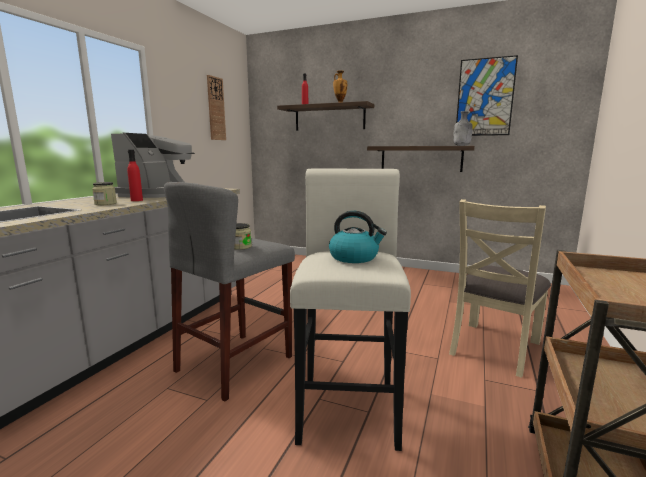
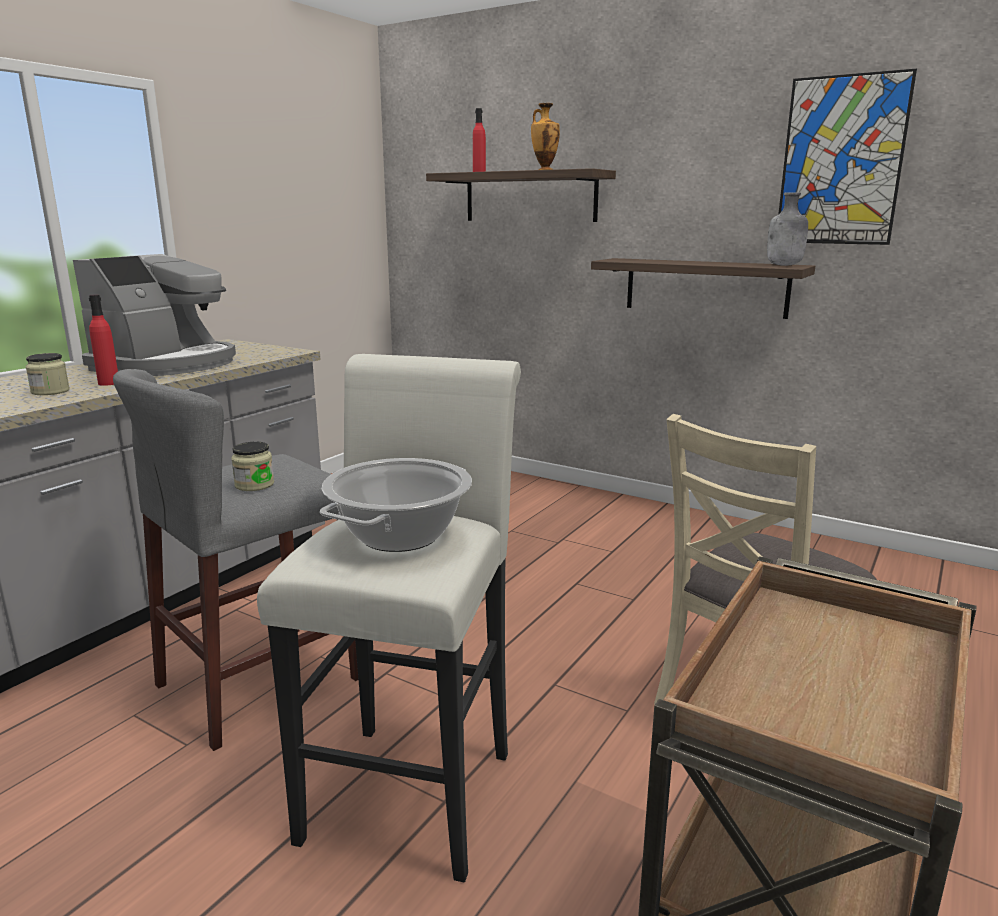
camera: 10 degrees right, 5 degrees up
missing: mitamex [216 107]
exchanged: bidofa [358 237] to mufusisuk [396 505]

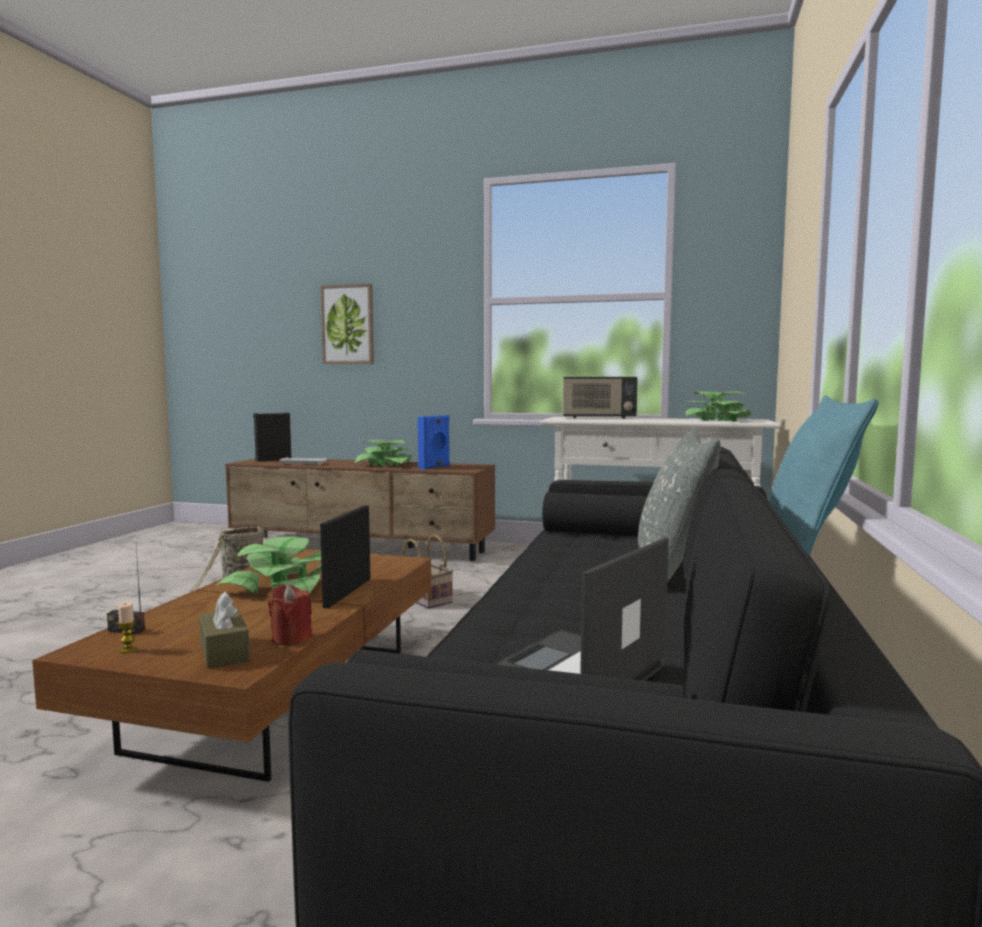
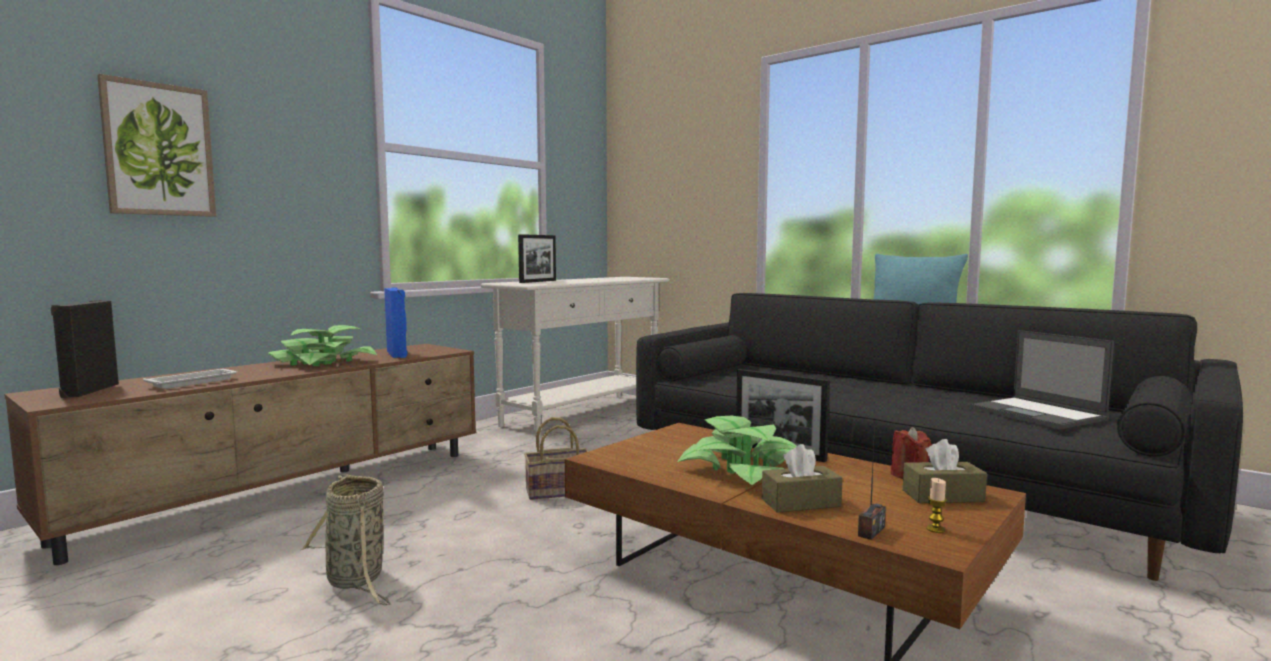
camera: 65 degrees left, 0 degrees up
missing: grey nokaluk [679 505]; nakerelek [719 406]
appeared: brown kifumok [802 478]
exchanged: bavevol [599 398] to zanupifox [537 258]

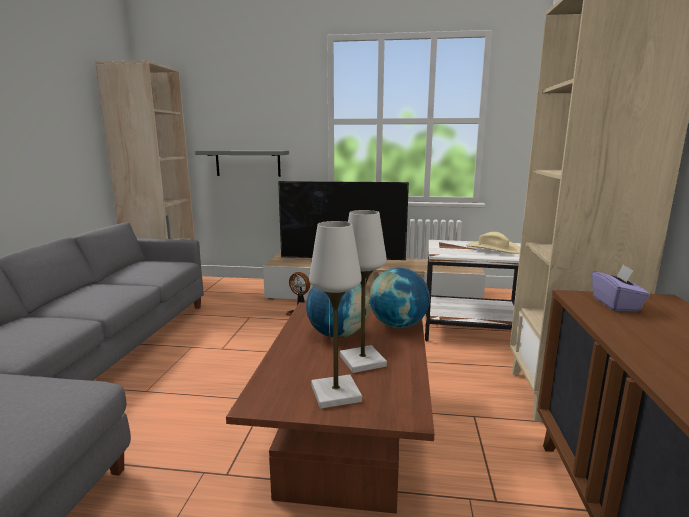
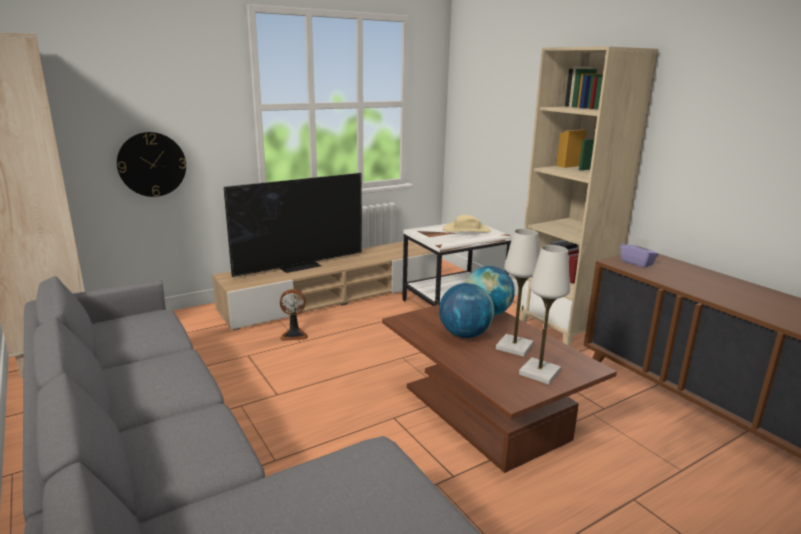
camera: 40 degrees left, 5 degrees up
exchanged: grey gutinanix [242 163] to mitamex [151 164]

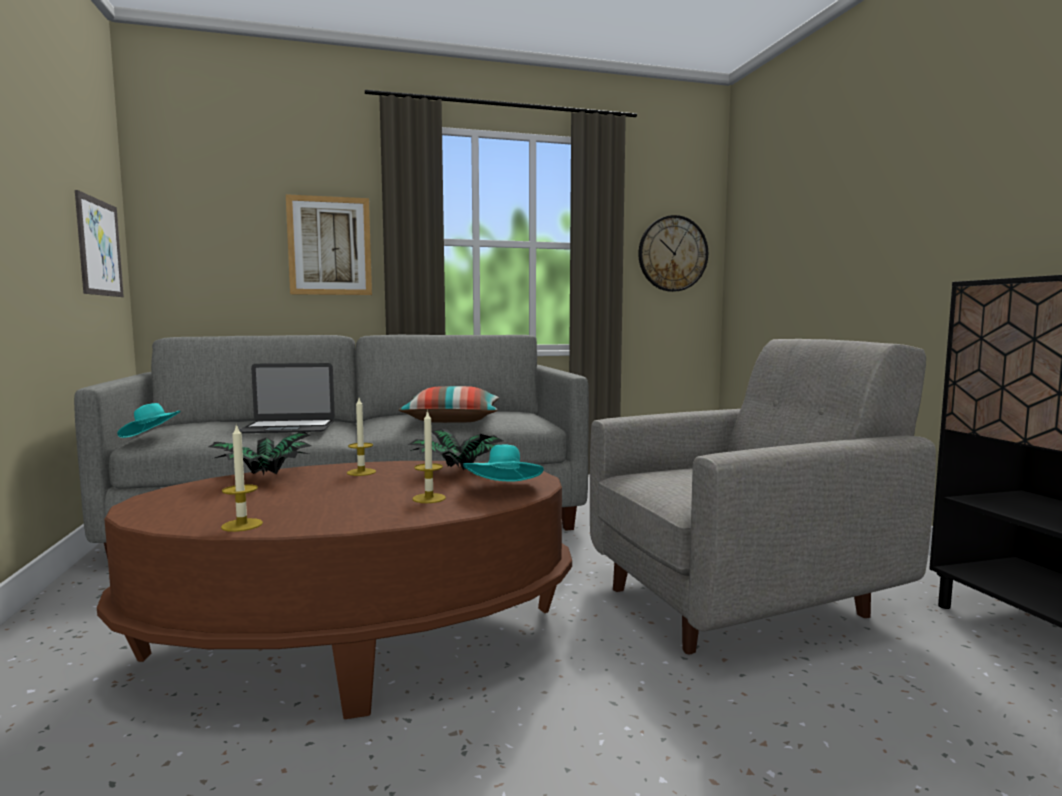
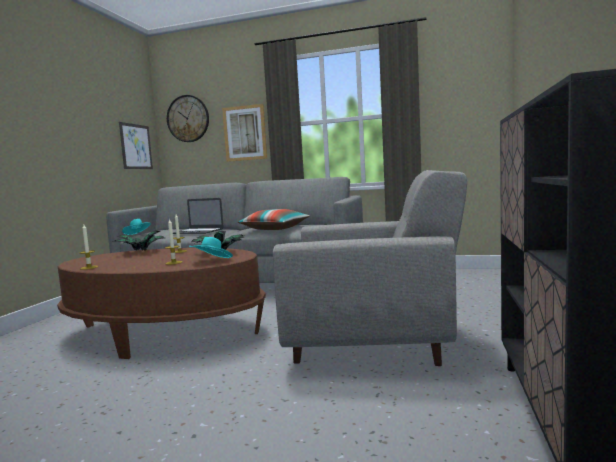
camera: 30 degrees right, 0 degrees up
relocated: mitamex [673 253] to [188 118]

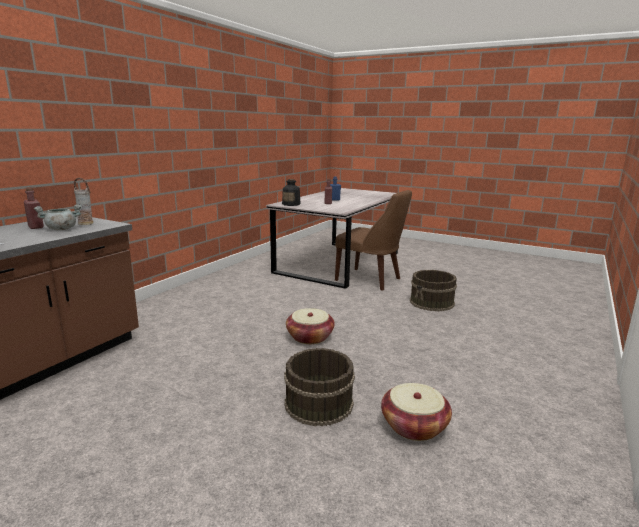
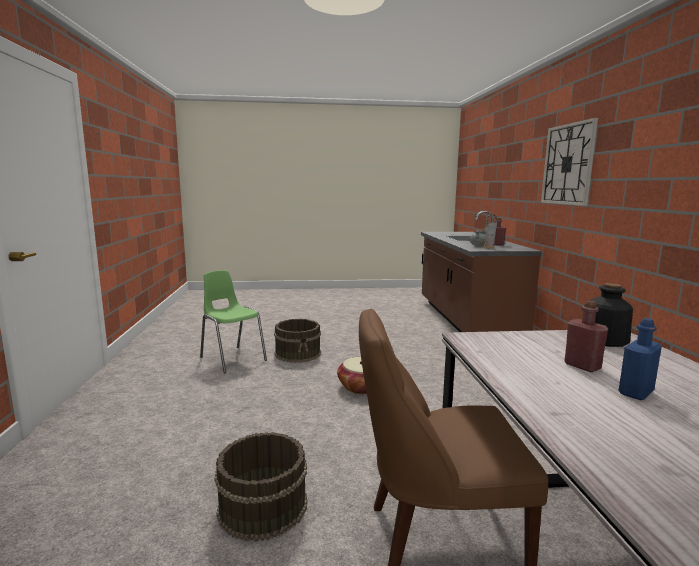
camera: 145 degrees right, 5 degrees down
appeared: mitamex [569 162]
exchanged: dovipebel [416 412] to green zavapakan [233 322]

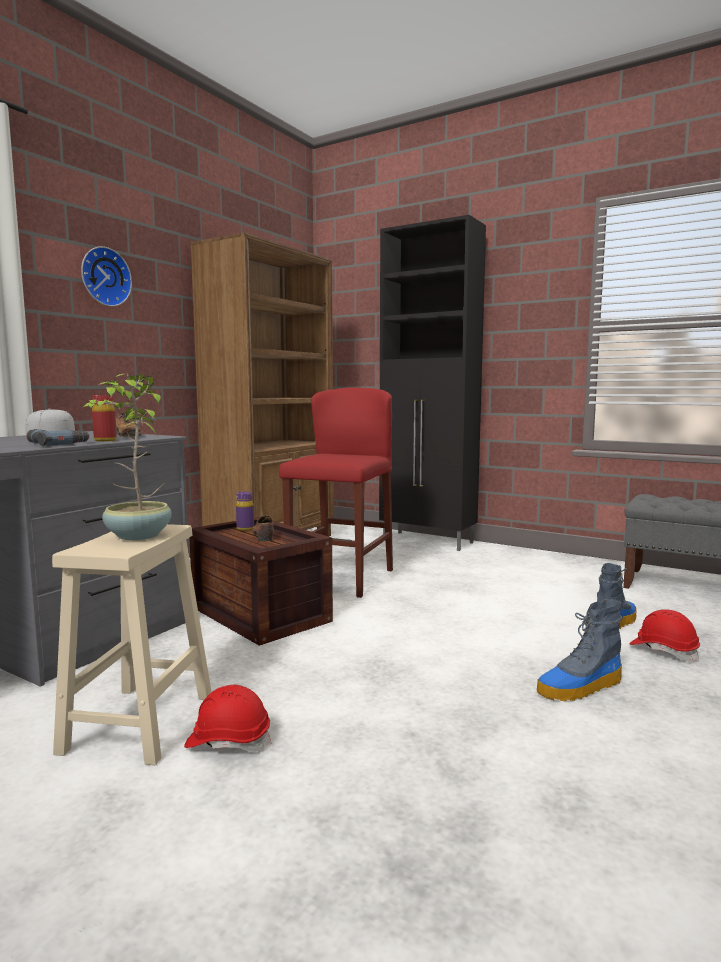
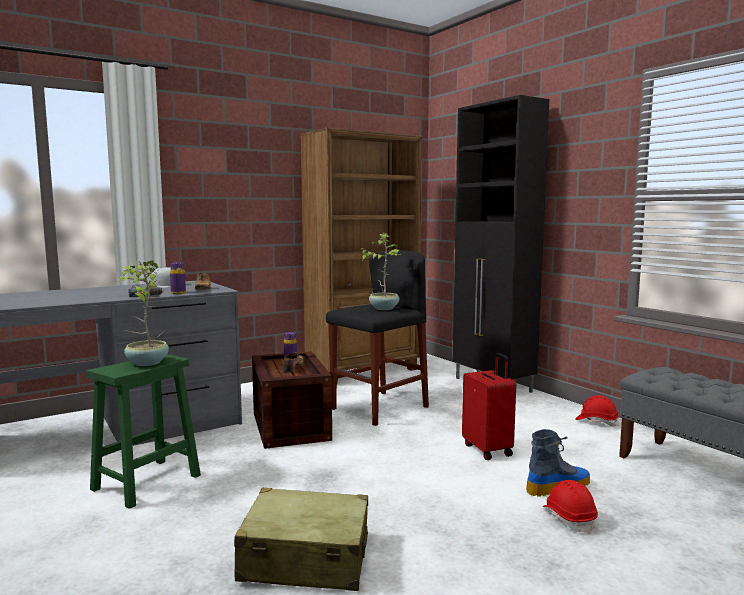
camera: 25 degrees right, 0 degrees up
missing: mitamex [106 276]; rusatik [579 650]
appeared: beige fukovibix [301 539]; nakerelek [379 271]; red fukovibix [489 406]
relocated: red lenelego [227 718] to [597 410]
colour: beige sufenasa [131 644] to green sufenasa [143 431]; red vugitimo [104 418] to purple vugitimo [178 278]; red sufenasa [336 492] to black sufenasa [377 338]

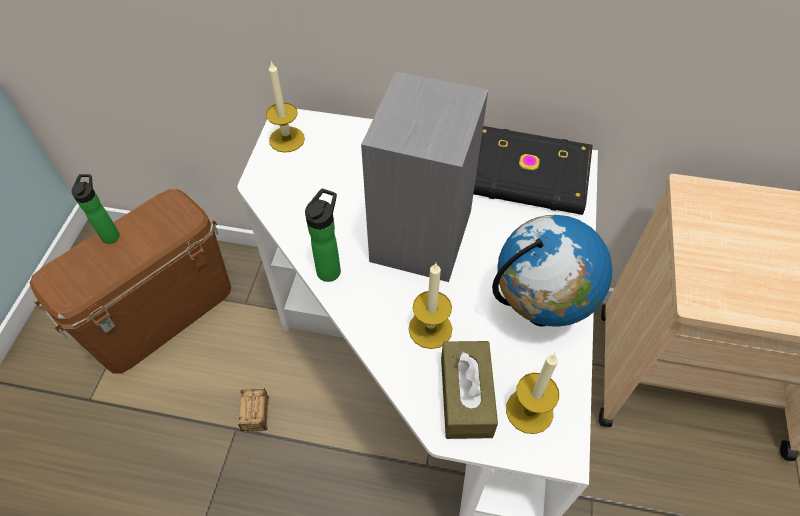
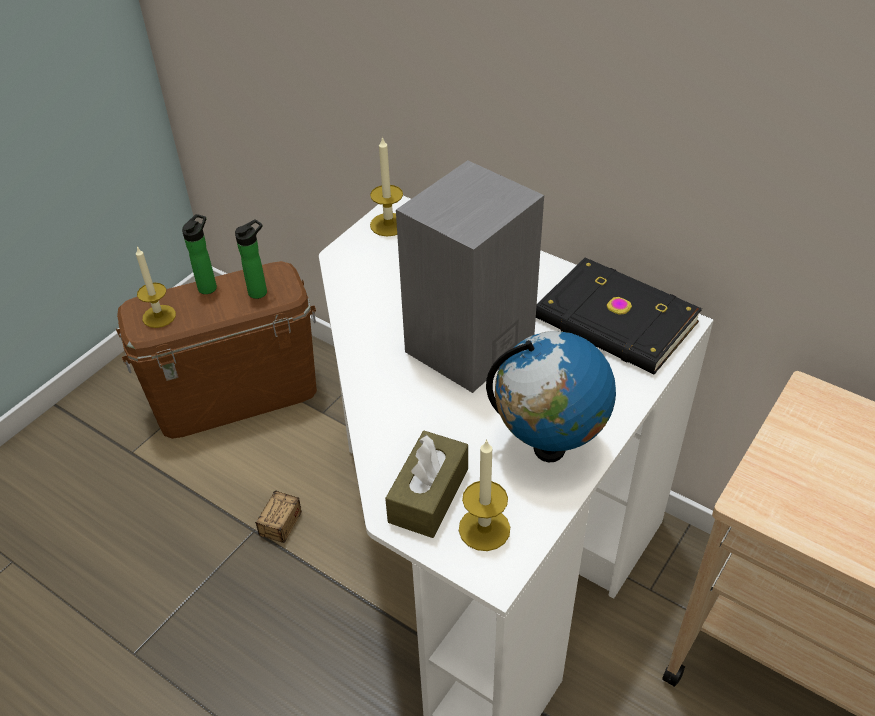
camera: 25 degrees right, 10 degrees down
relocated: vugitimo [323 235] to [251 259]; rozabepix [431 306] to [156 287]

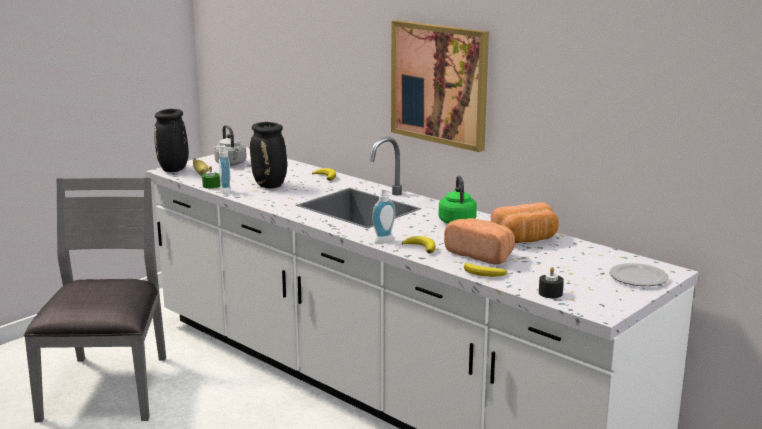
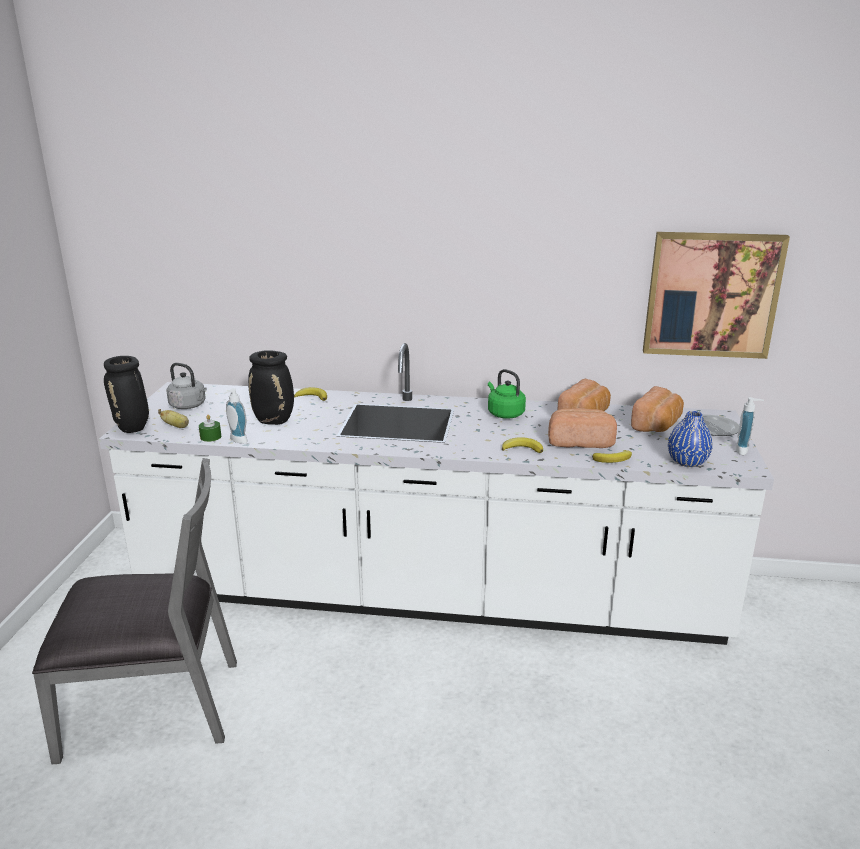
camera: 35 degrees left, 5 degrees up
appeared: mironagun [657 409]
relocated: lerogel [384 216] to [749 426]; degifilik [440 86] to [716 295]
exchanged: black rozabepix [551 282] to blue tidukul [690 439]
spun: grey zavapakan [95 299] = [134 611] 120 degrees clockwise

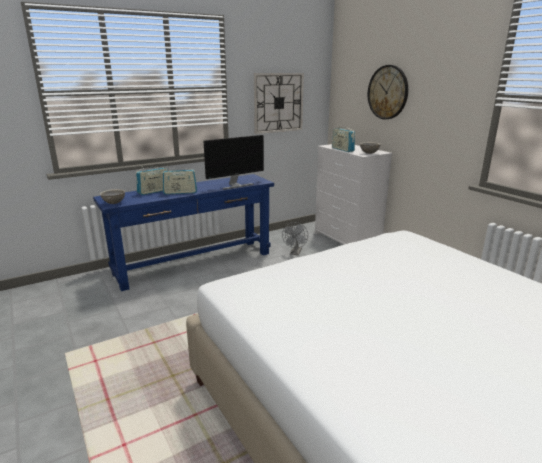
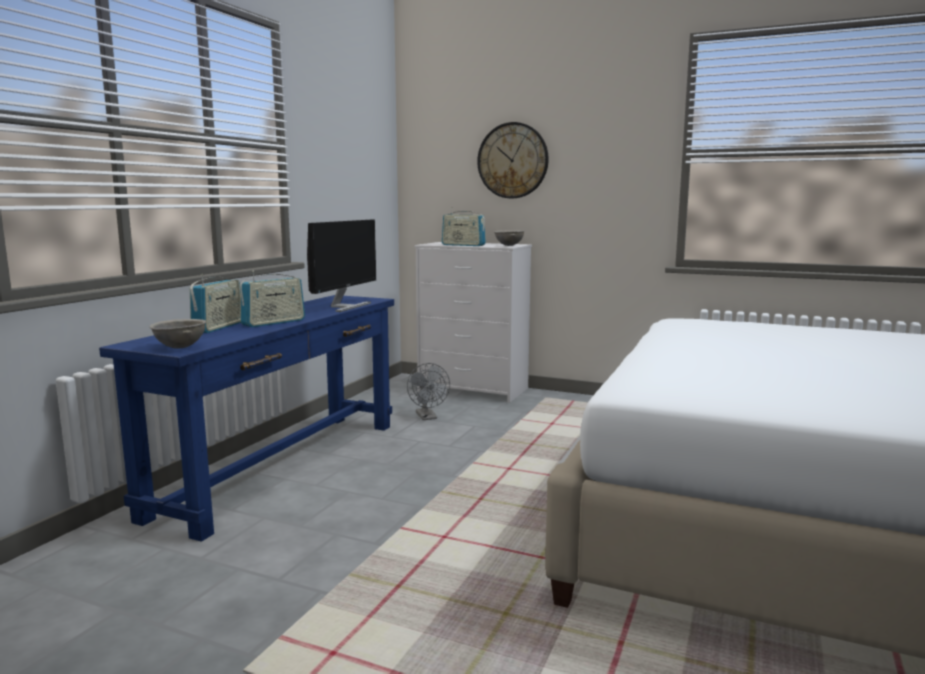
camera: 35 degrees left, 10 degrees down
missing: mitamex [279 103]

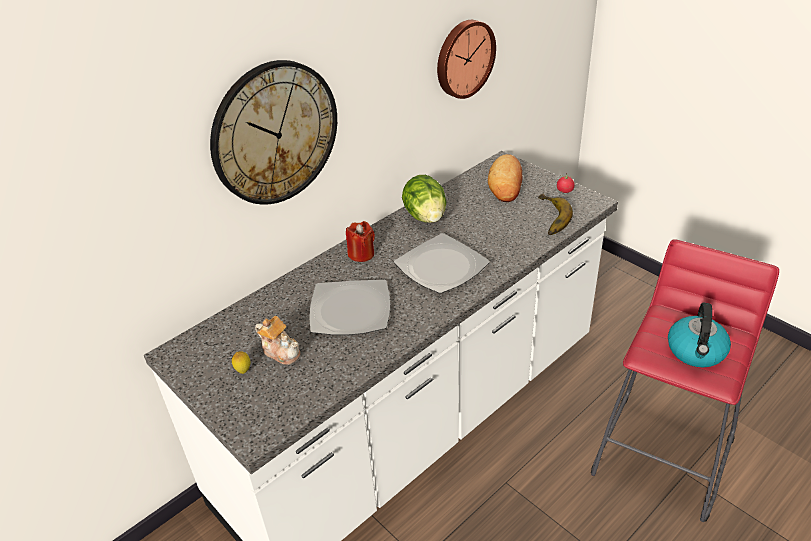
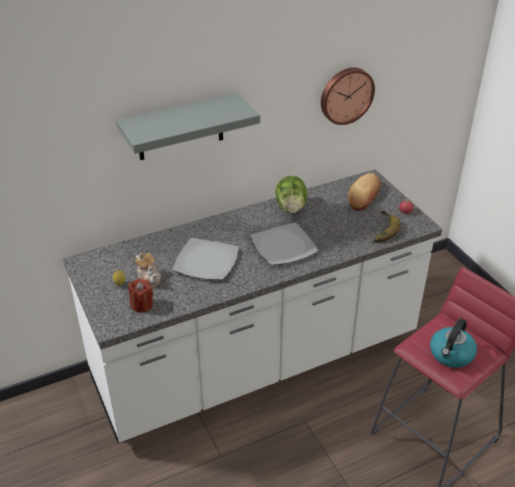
camera: 15 degrees right, 0 degrees up
relocated: red rozabepix [360 241] to [140 295]
exchanged: mitamex [273 132] to grey gutinanix [188 126]

